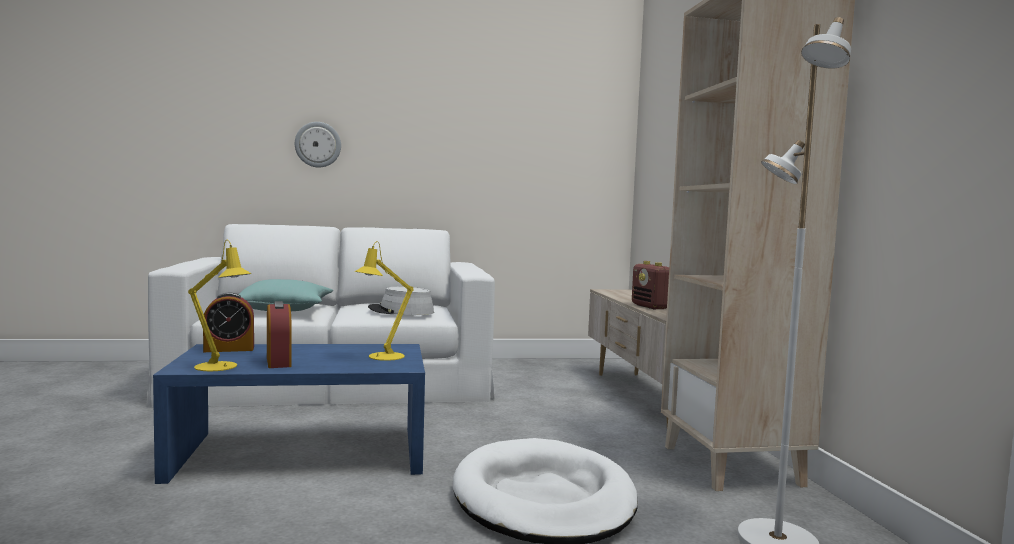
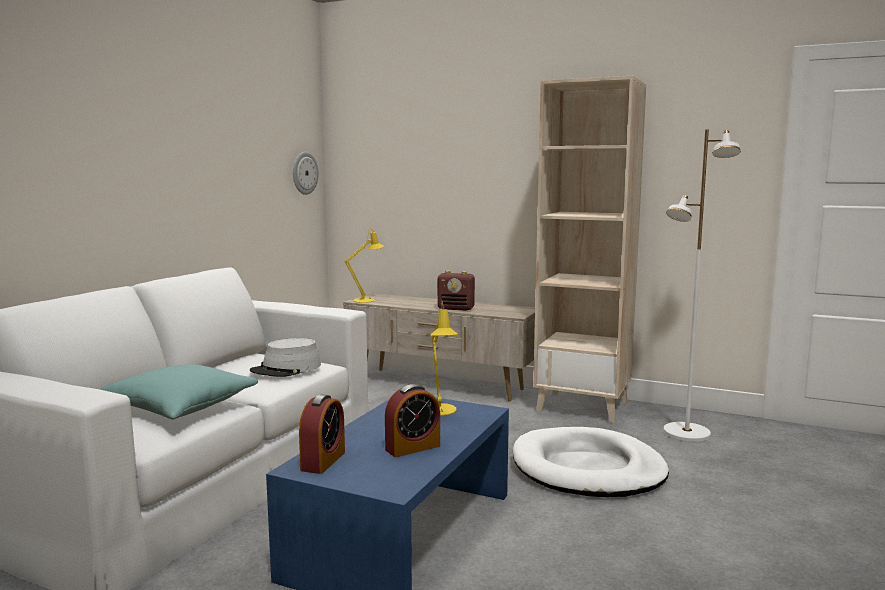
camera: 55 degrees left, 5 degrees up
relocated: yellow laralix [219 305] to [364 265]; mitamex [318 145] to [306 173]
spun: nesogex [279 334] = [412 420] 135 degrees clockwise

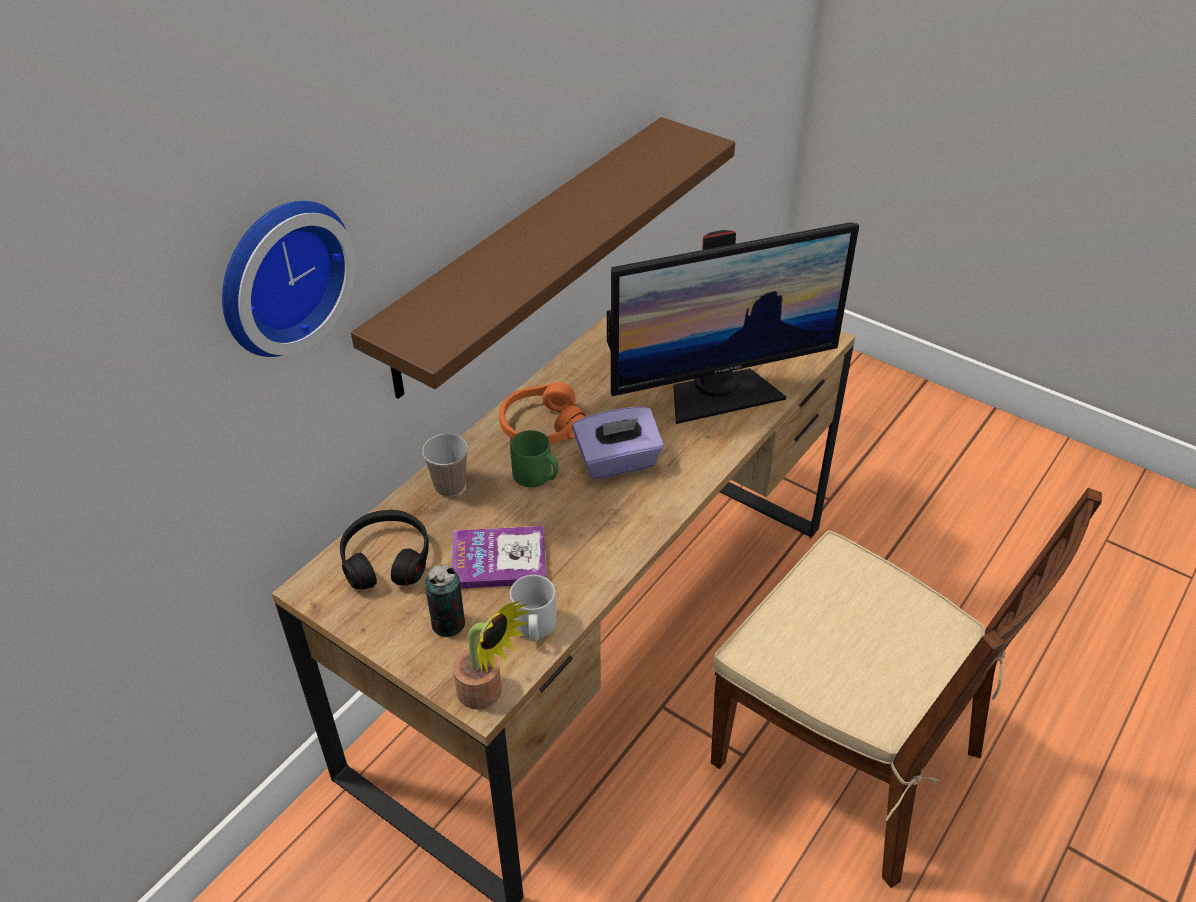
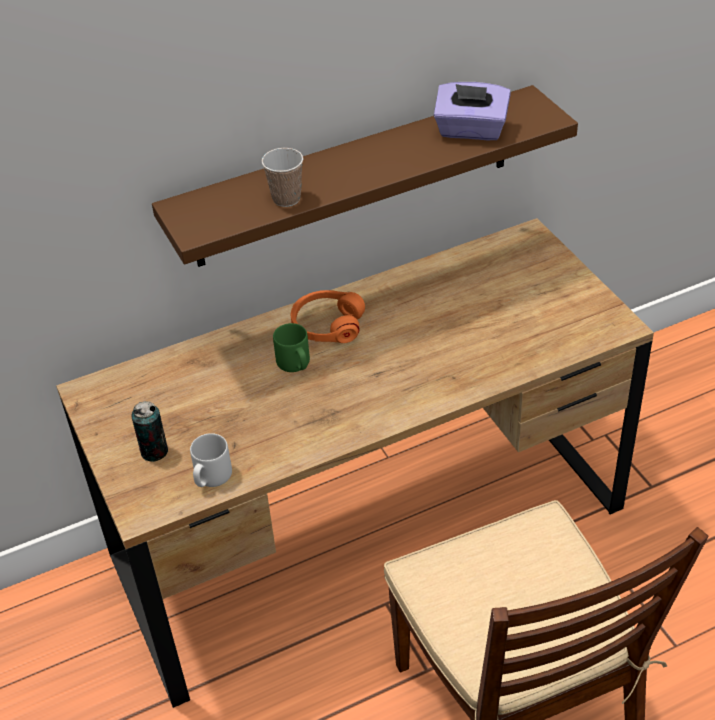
camera: 30 degrees right, 0 degrees up
missing: mitamex [289 279]; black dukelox [384 550]; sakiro [499 557]; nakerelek [492 655]; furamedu [733 323]
relocated: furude [445 465] to [282 177]; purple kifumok [618 443] to [472 111]

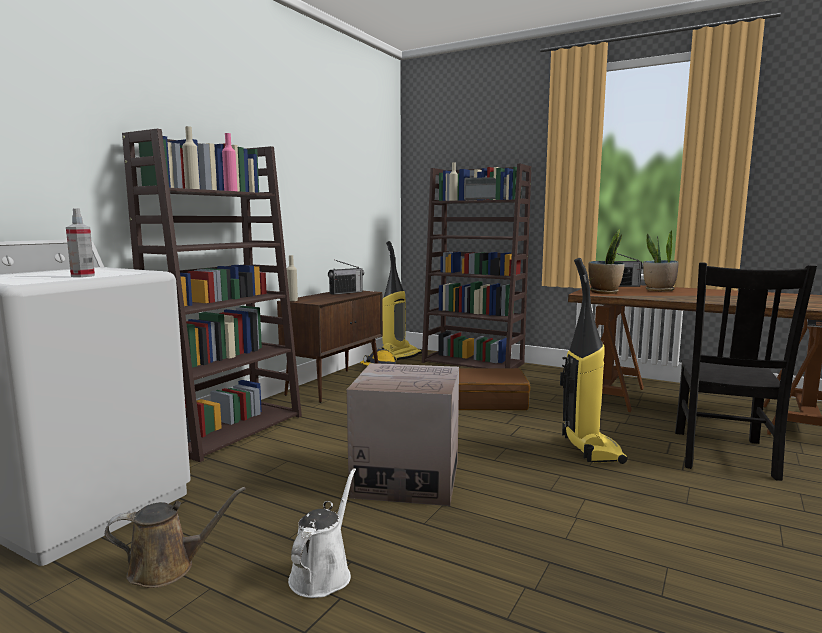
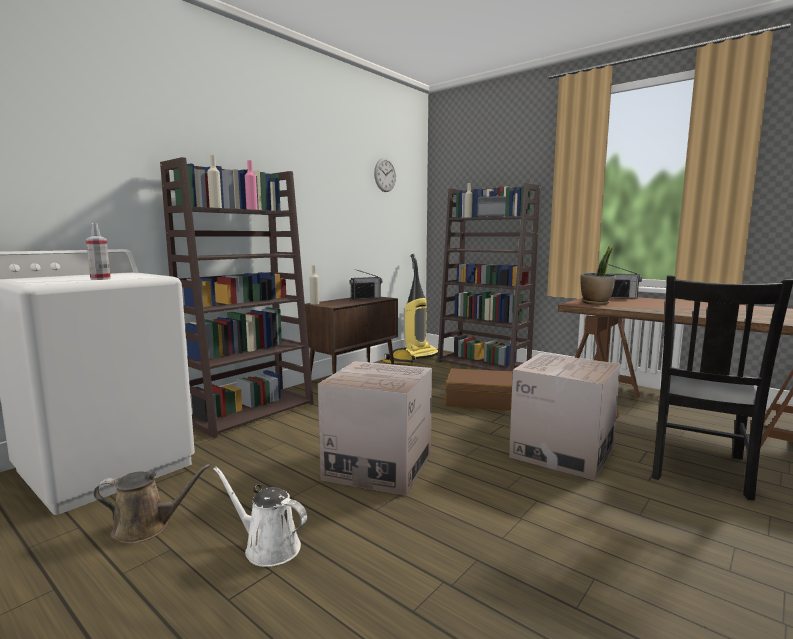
camera: 10 degrees right, 0 degrees up
missing: nakerelek [661 261]
appeared: mitamex [385 175]
exchanged: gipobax [594 361] to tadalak [564 417]
spun: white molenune [322 533] = [260 517] 90 degrees counterclockwise

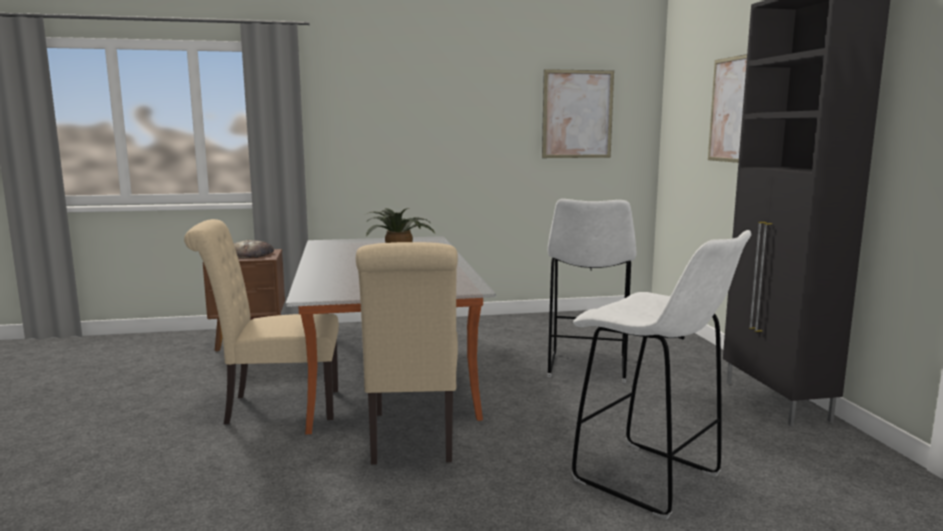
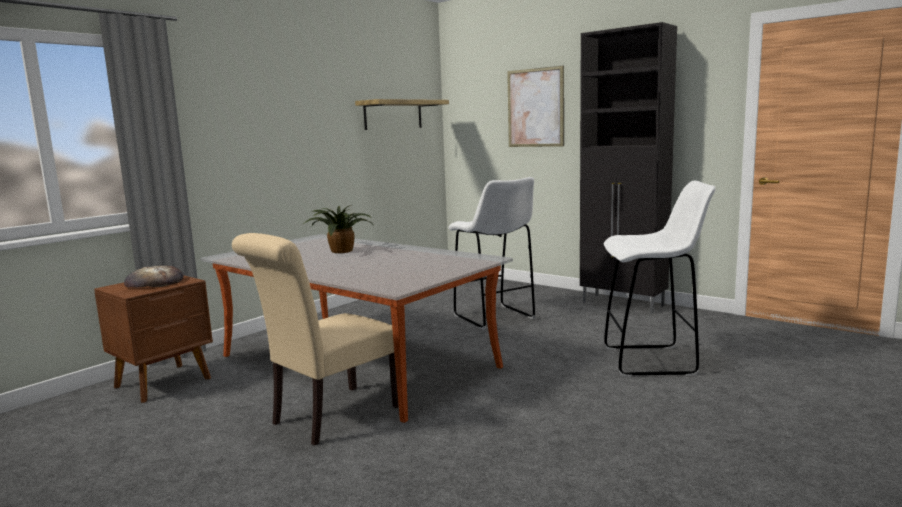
camera: 40 degrees left, 0 degrees up
missing: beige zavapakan [407 353]
exchanged: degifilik [578 113] to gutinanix [402 114]

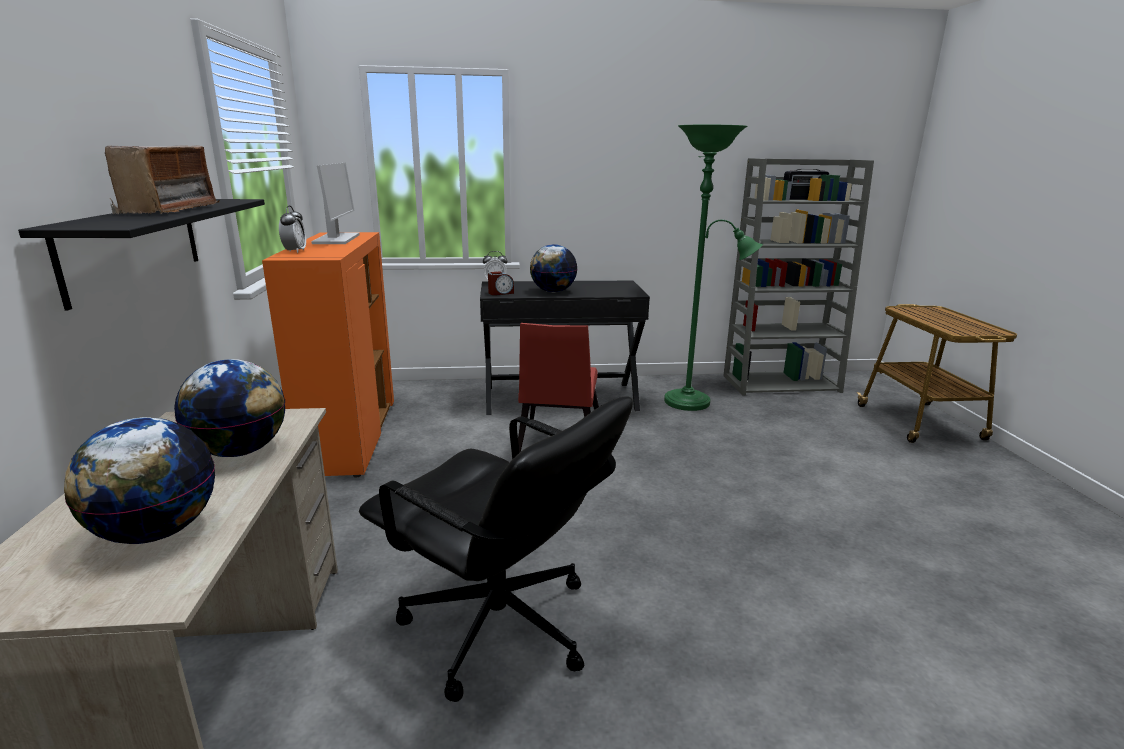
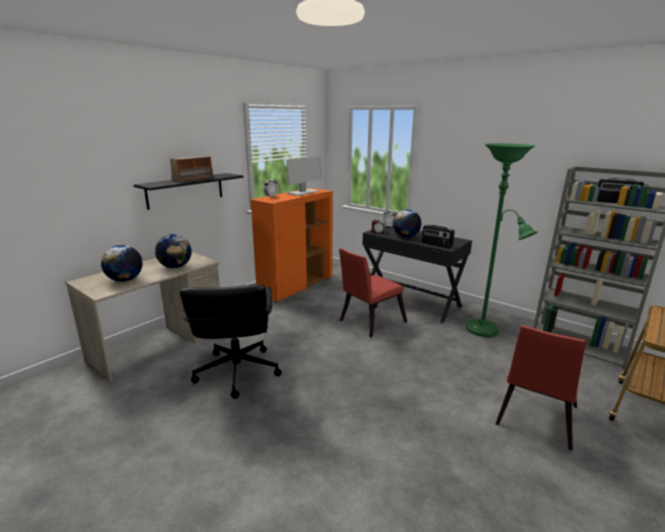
camera: 45 degrees right, 0 degrees up
appeared: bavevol [438 237]; red zavapakan [541 388]

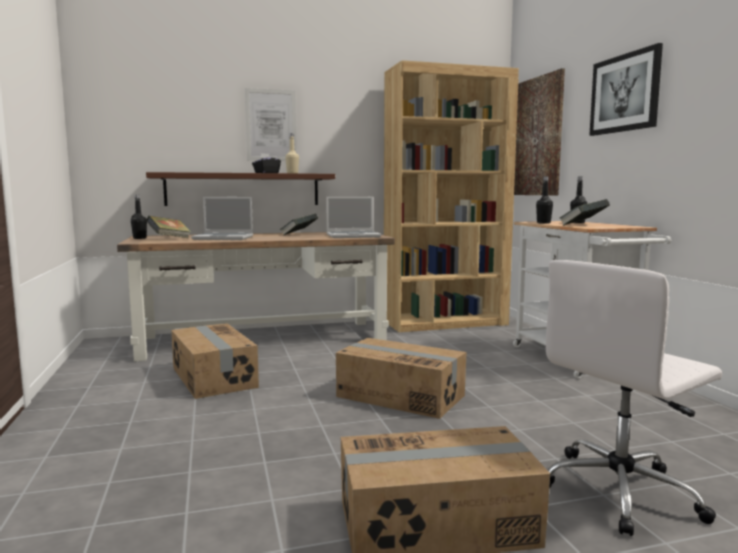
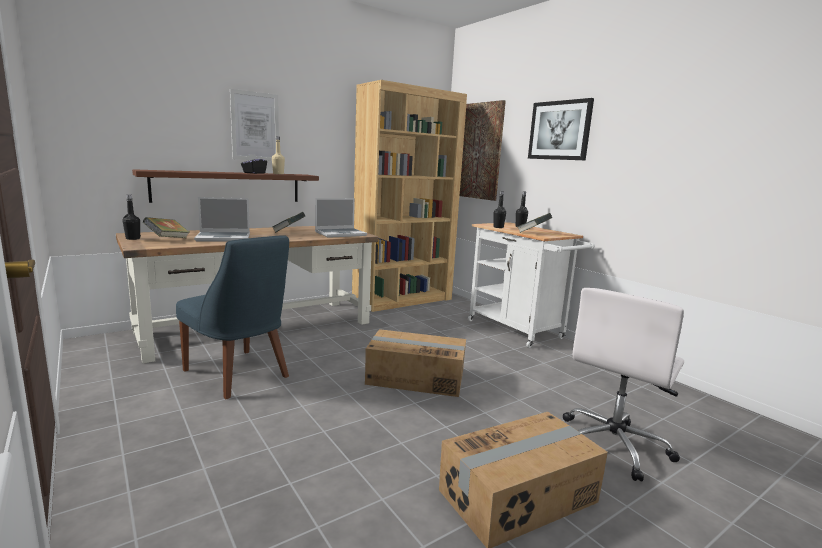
camera: 20 degrees left, 5 degrees up
exchanged: tadalak [215 361] to blue zavapakan [232 317]

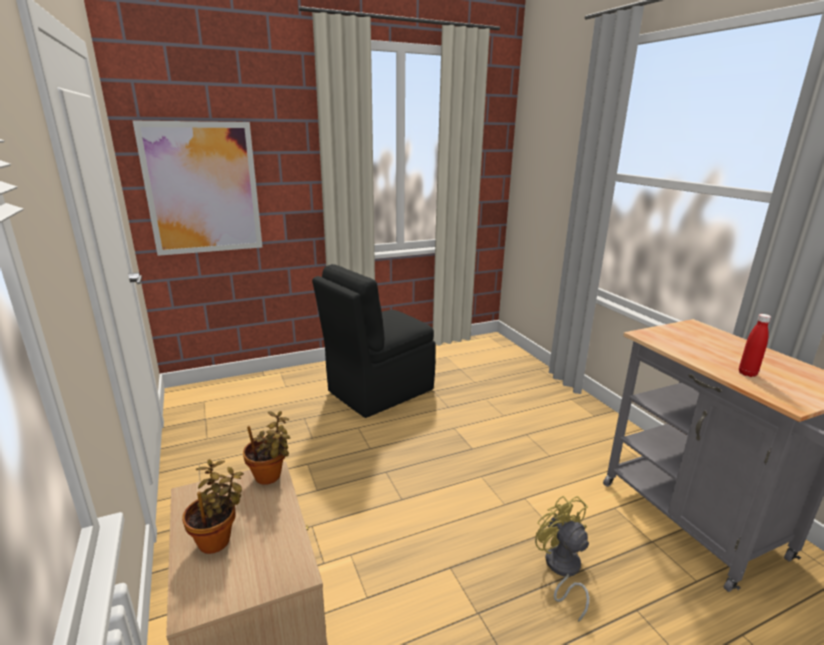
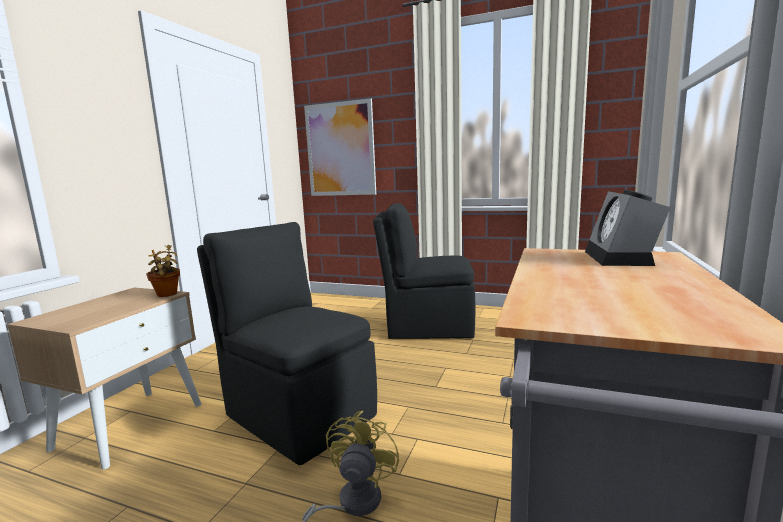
camera: 45 degrees right, 10 degrees down
missing: nakerelek [213 506]; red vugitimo [755 345]
appeared: black zavapakan [287 343]; nesogex [628 228]

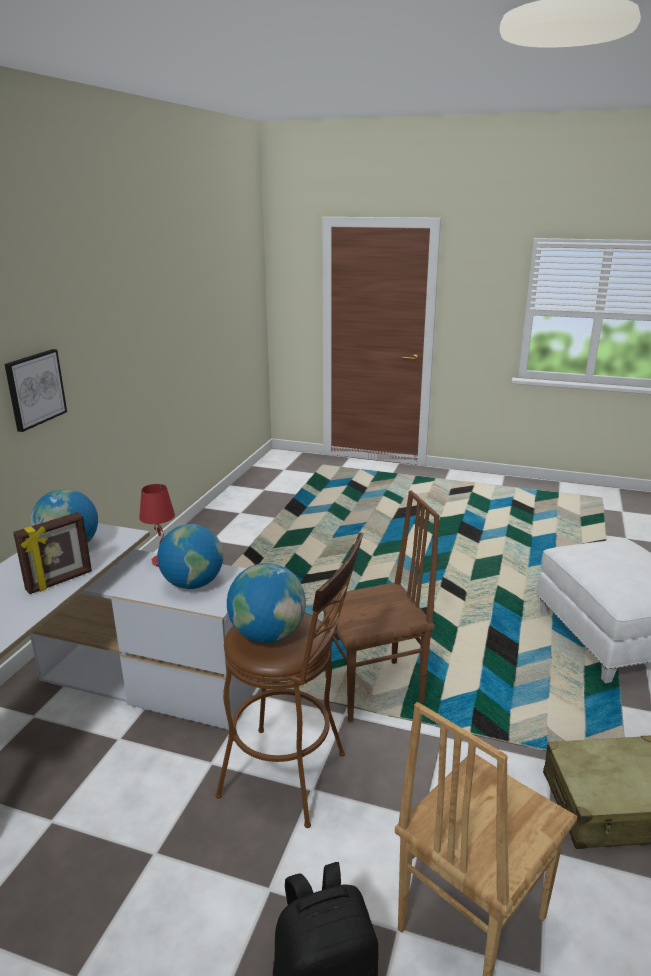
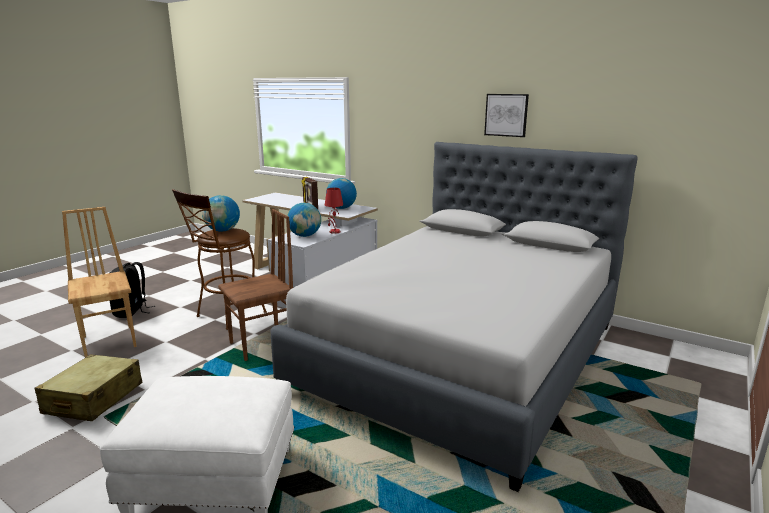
camera: 105 degrees right, 5 degrees down
appeared: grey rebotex [453 317]
relocated: degifilik [35 390] to [506 115]
spun: brown zavapakan [381 606] = [255 285] 120 degrees counterclockwise

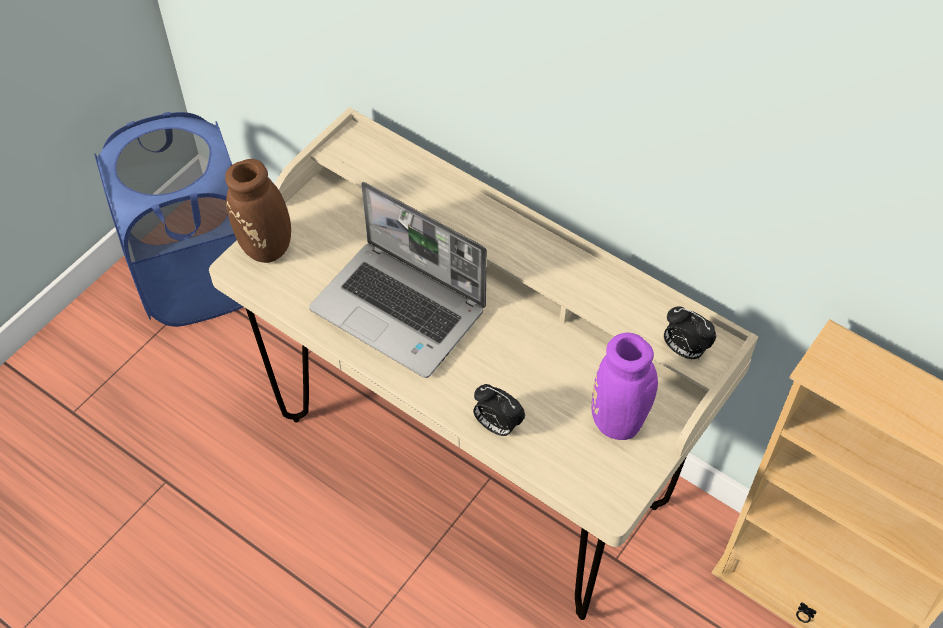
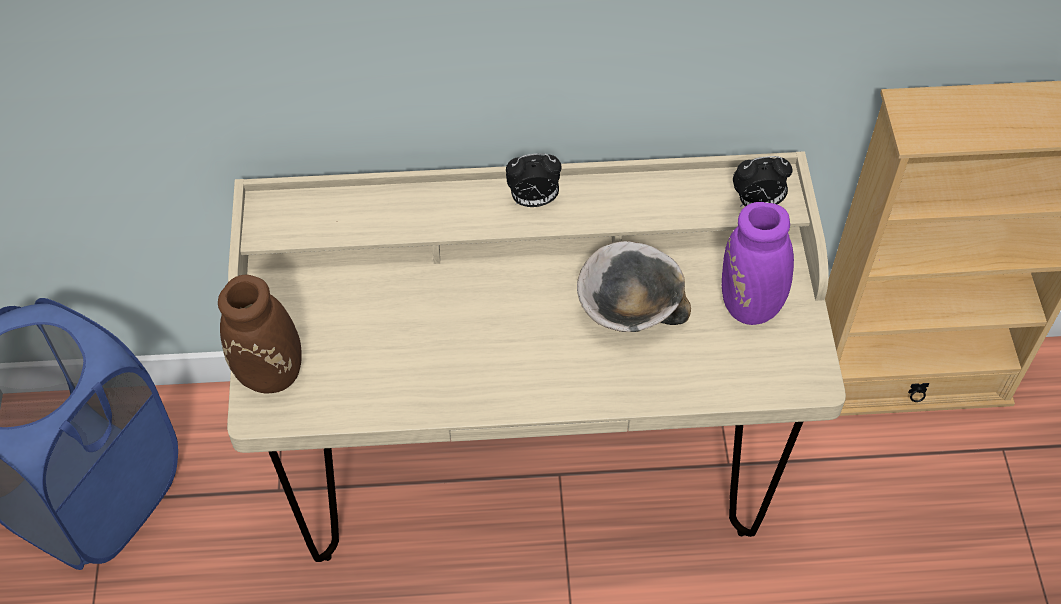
camera: 40 degrees left, 0 degrees up
missing: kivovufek [398 280]
appeared: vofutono [634 286]
relocated: nesogex [499 410] to [534 180]

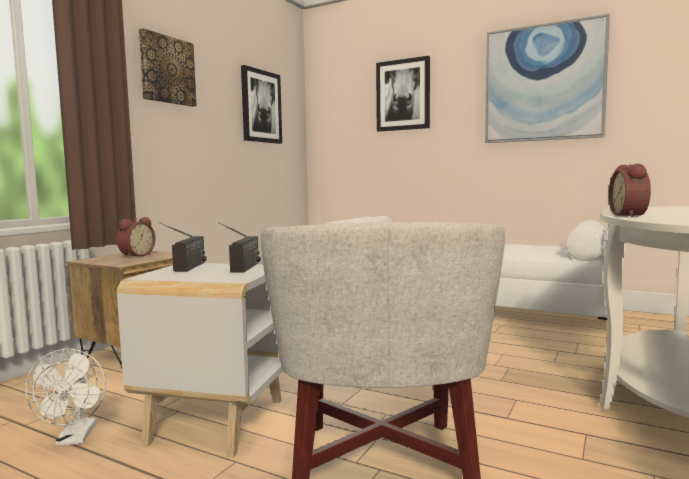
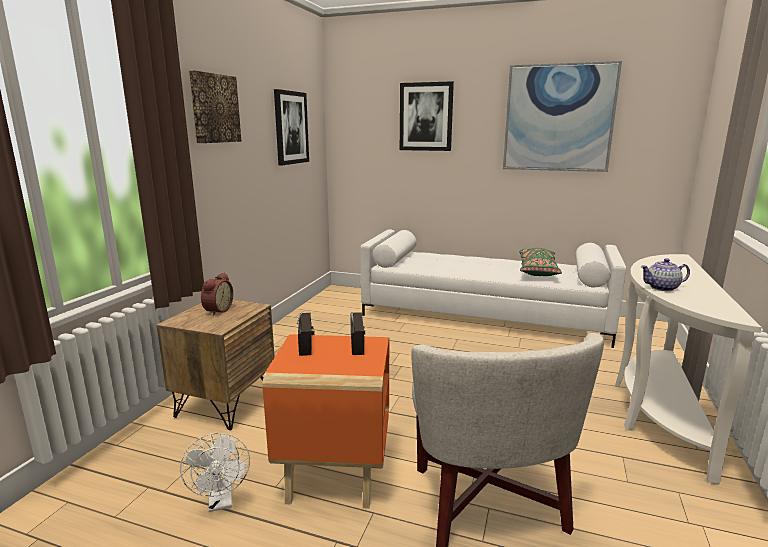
camera: 10 degrees left, 10 degrees up
appeared: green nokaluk [540 262]
exchanged: nesogex [630 190] to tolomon [665 274]
colour: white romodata [200 360] to orange romodata [325 421]

